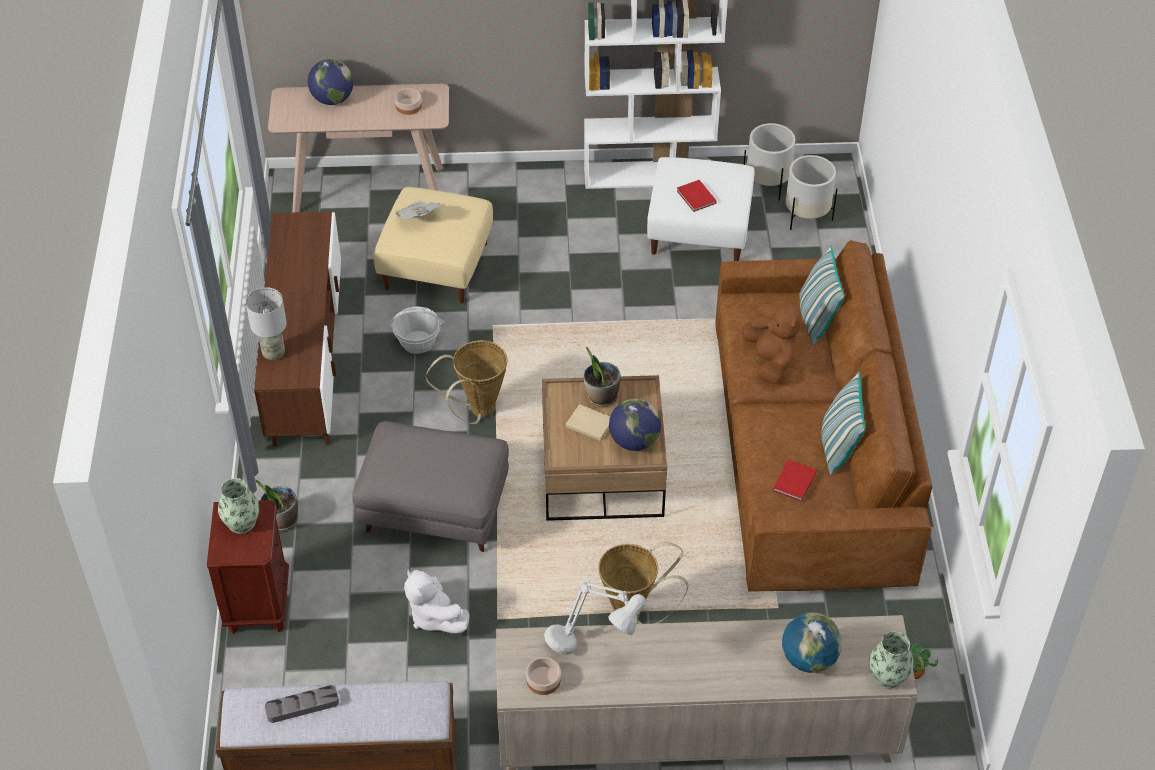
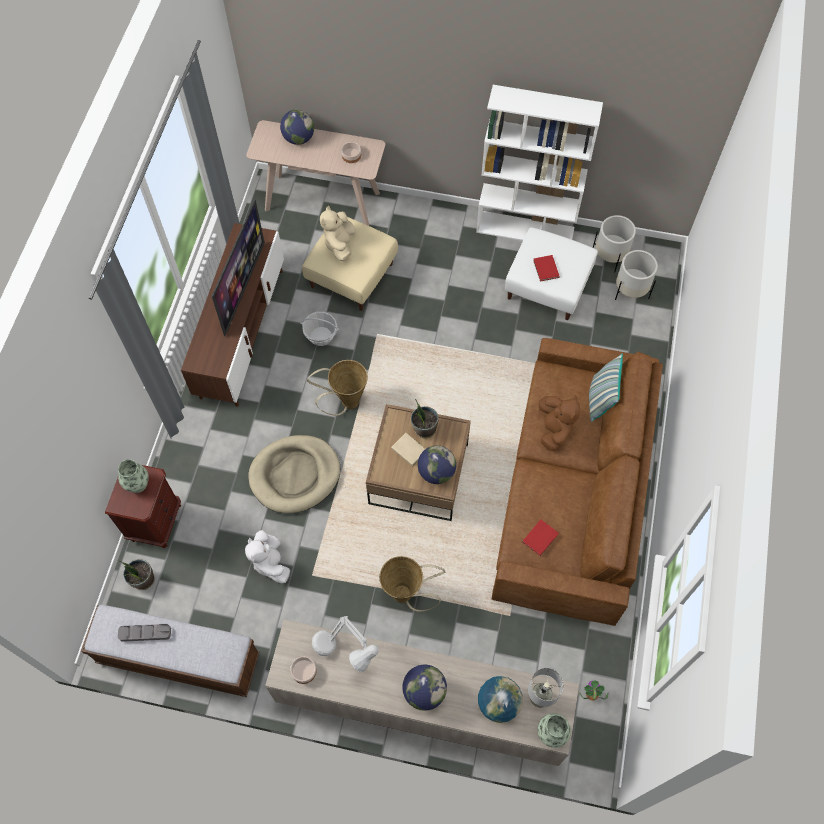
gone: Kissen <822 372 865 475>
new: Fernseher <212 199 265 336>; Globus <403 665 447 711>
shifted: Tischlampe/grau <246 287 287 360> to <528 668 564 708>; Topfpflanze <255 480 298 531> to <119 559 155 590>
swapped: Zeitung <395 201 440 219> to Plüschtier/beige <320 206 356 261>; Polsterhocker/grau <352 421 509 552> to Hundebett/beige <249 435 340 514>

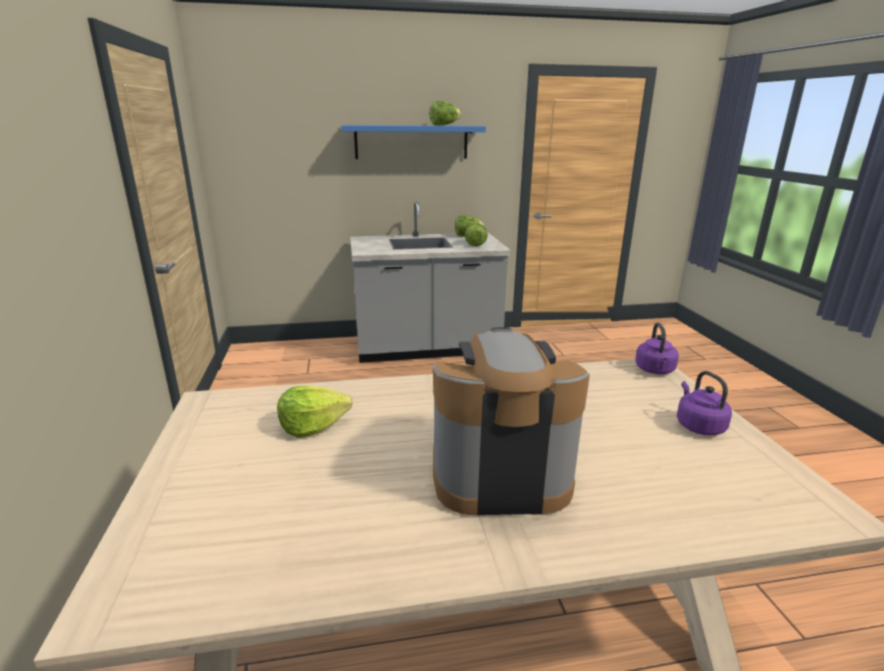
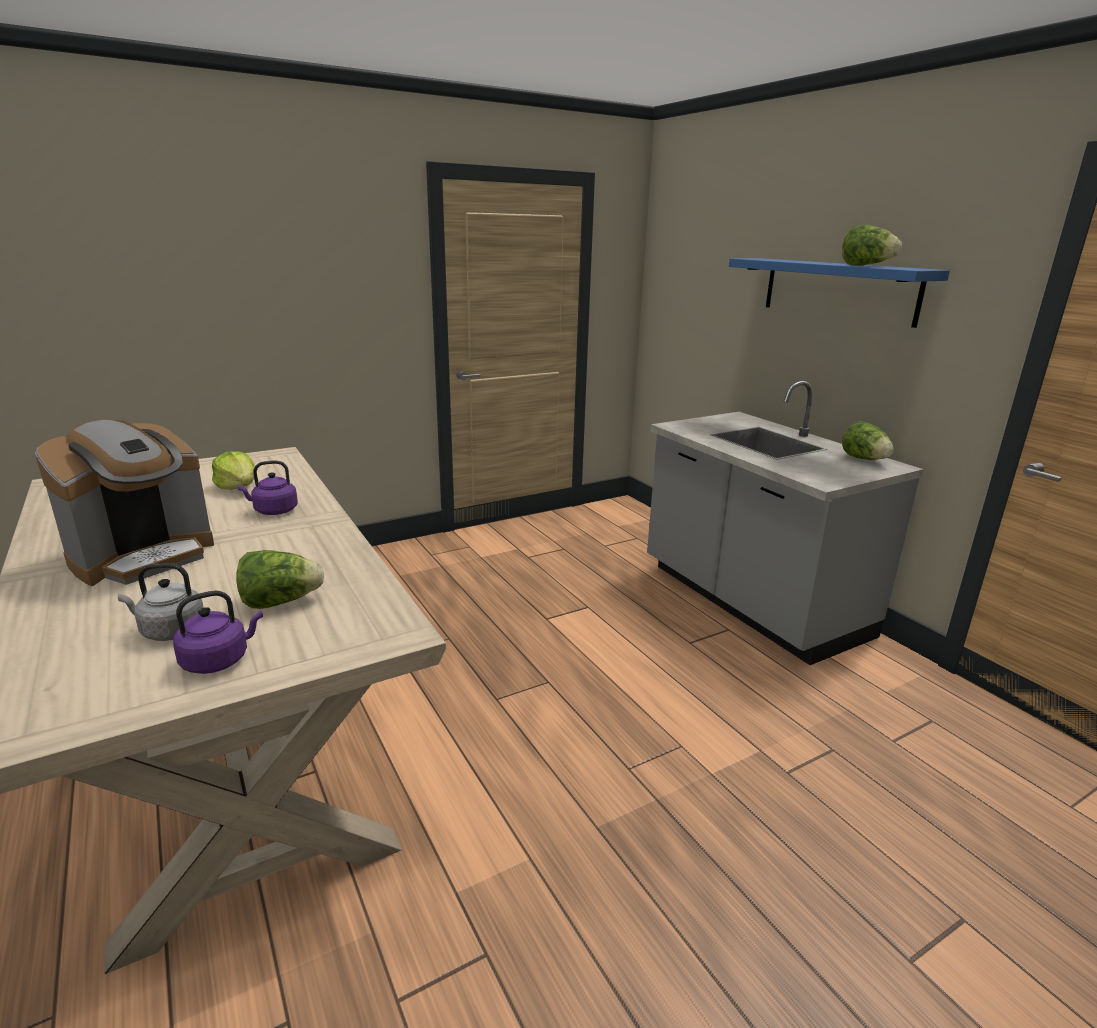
new: Wasserkessel/grau <118 563 204 641>
shifted: Salatkopf <465 223 488 246> to <236 550 324 609>; Wasserkessel/lila <635 322 679 374> to <238 461 298 515>
rotated: Kaffeemaschine <433 328 590 515> = <35 419 214 586> 60 degrees clockwise

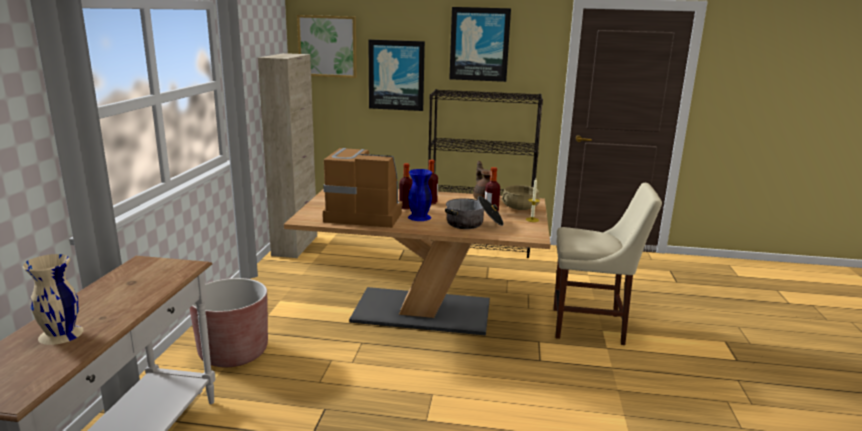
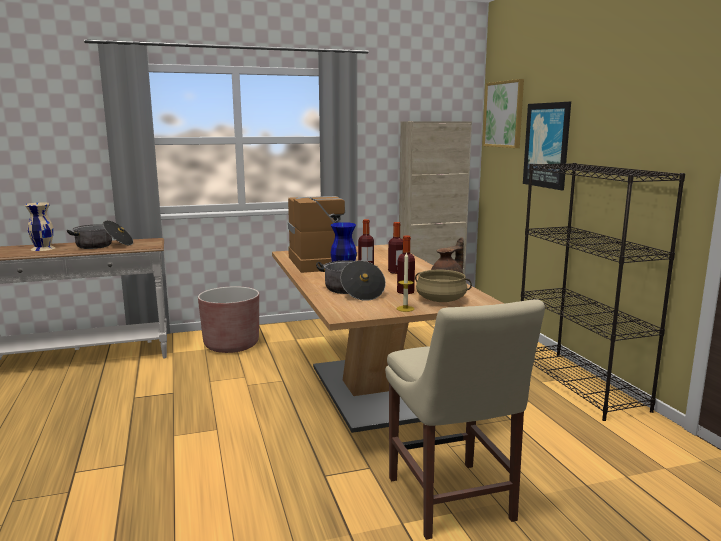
gone: Bild <449 7 511 82>
new: Kochtopf <67 220 133 249>

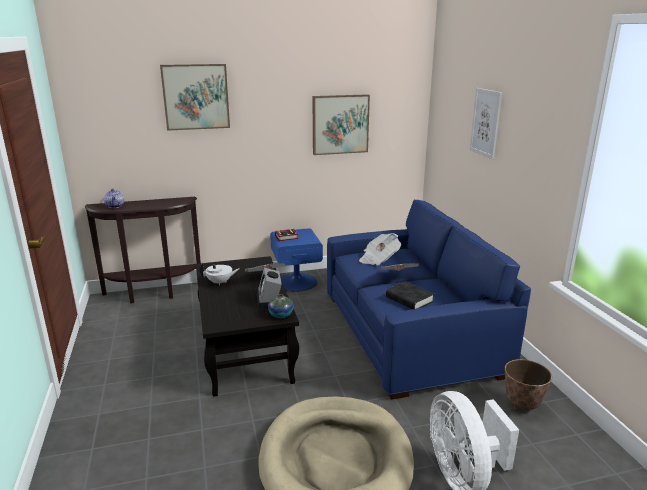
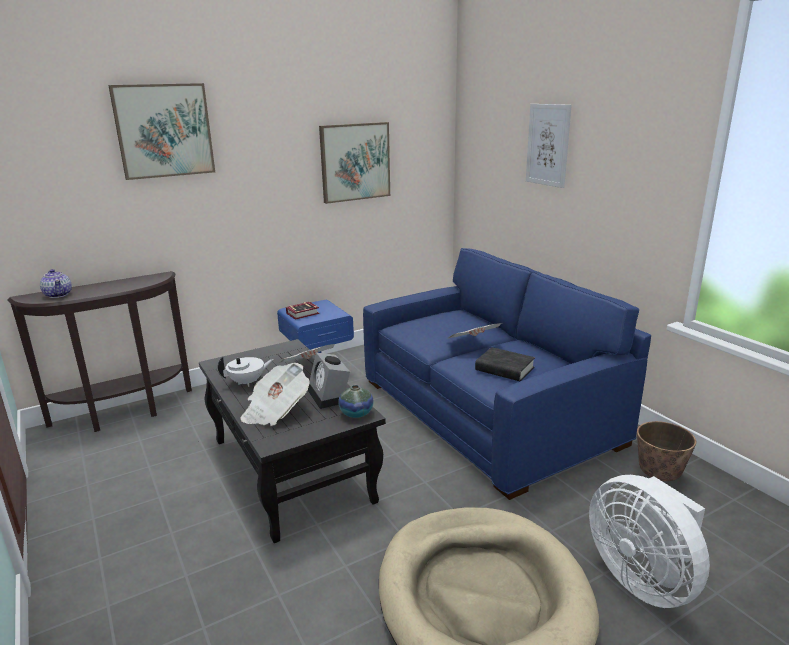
shifted: Zeitung <359 233 401 265> to <240 363 310 426>

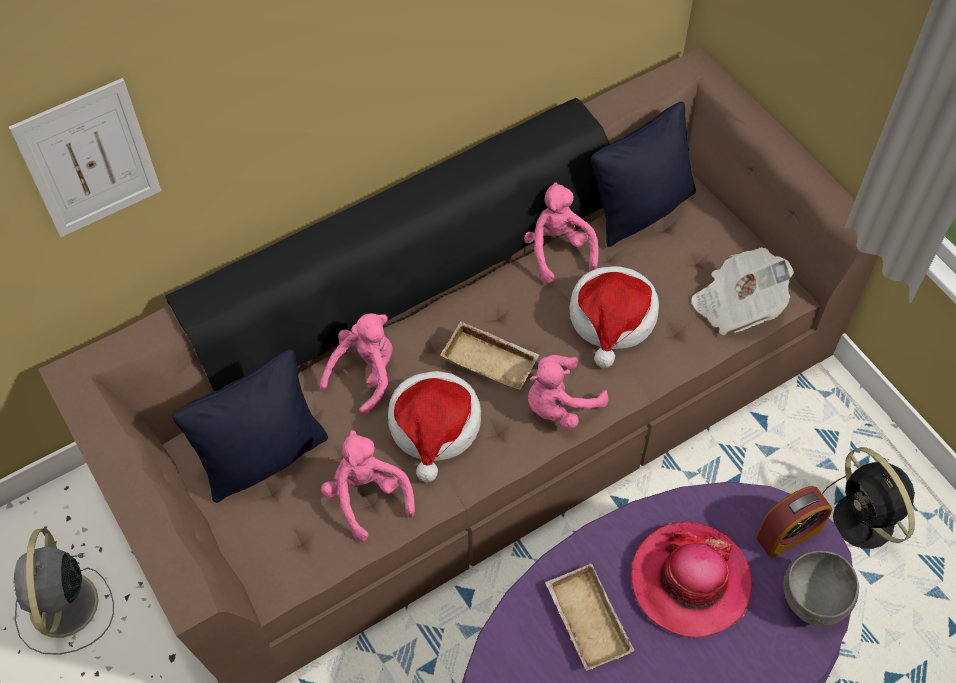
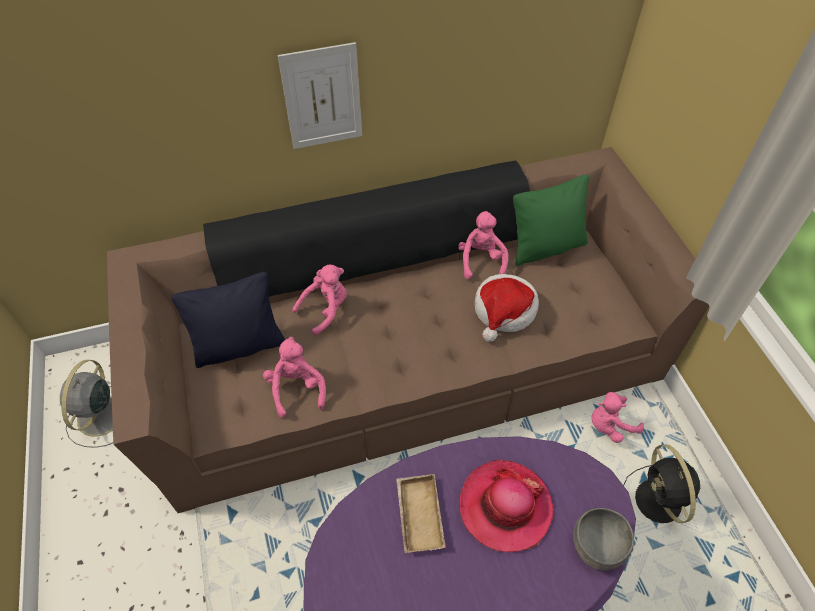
gone: Zeitung <691 248 794 335>; Tablett/beige <441 321 540 392>; Hut <388 371 481 482>; Wecker <756 486 832 558>
shifted: Bild <9 78 162 237> to <278 42 362 149>; Plüschtier/rosa <528 355 609 429> to <591 392 644 443>
repainted: Kissen/schwarz <591 102 696 247> to Kissen/grün <513 174 589 266>

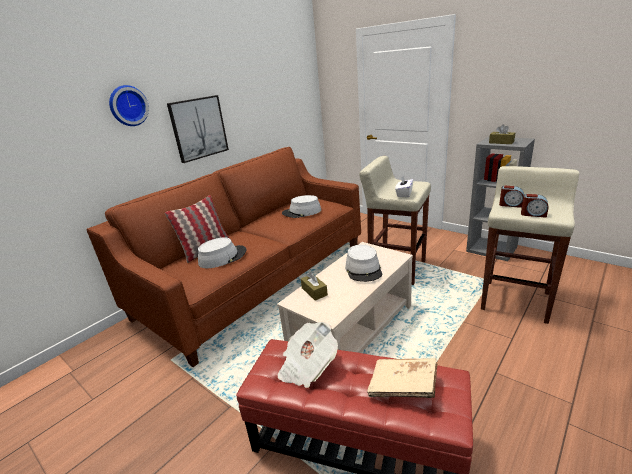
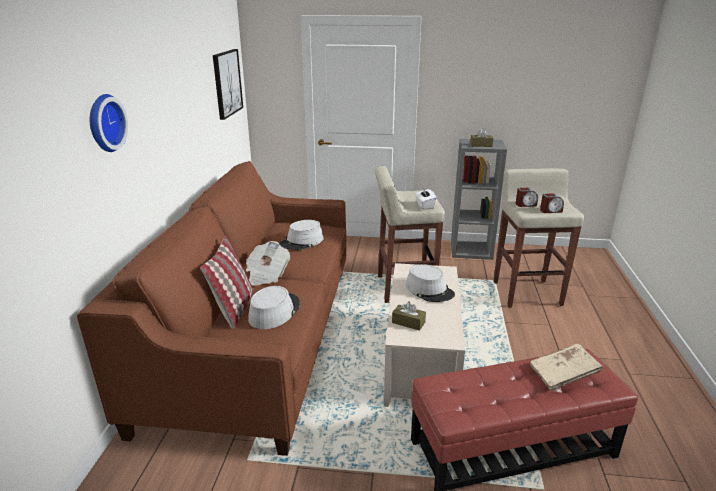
shifted: Bild <167 95 229 163> to <213 49 243 120>; Zeitung <277 322 338 388> to <246 241 290 286>

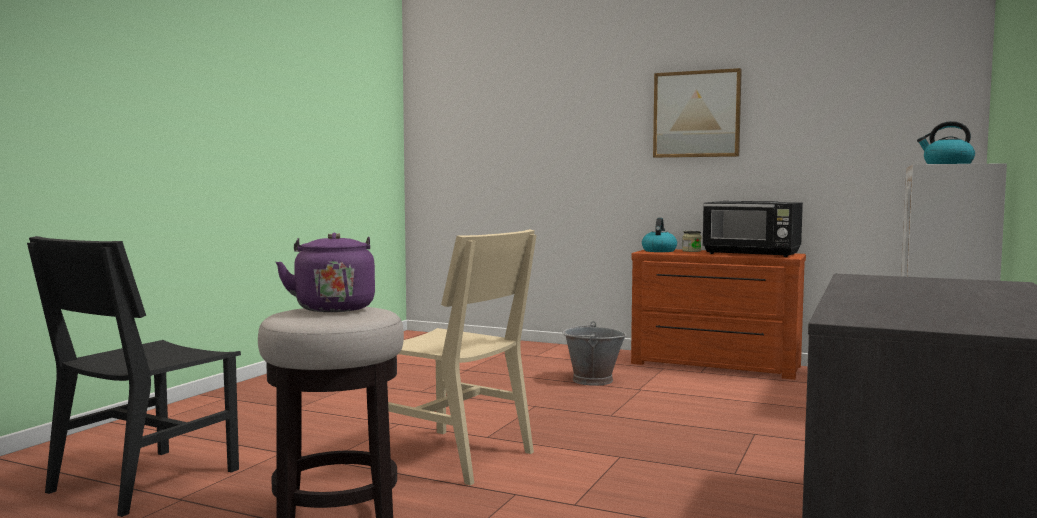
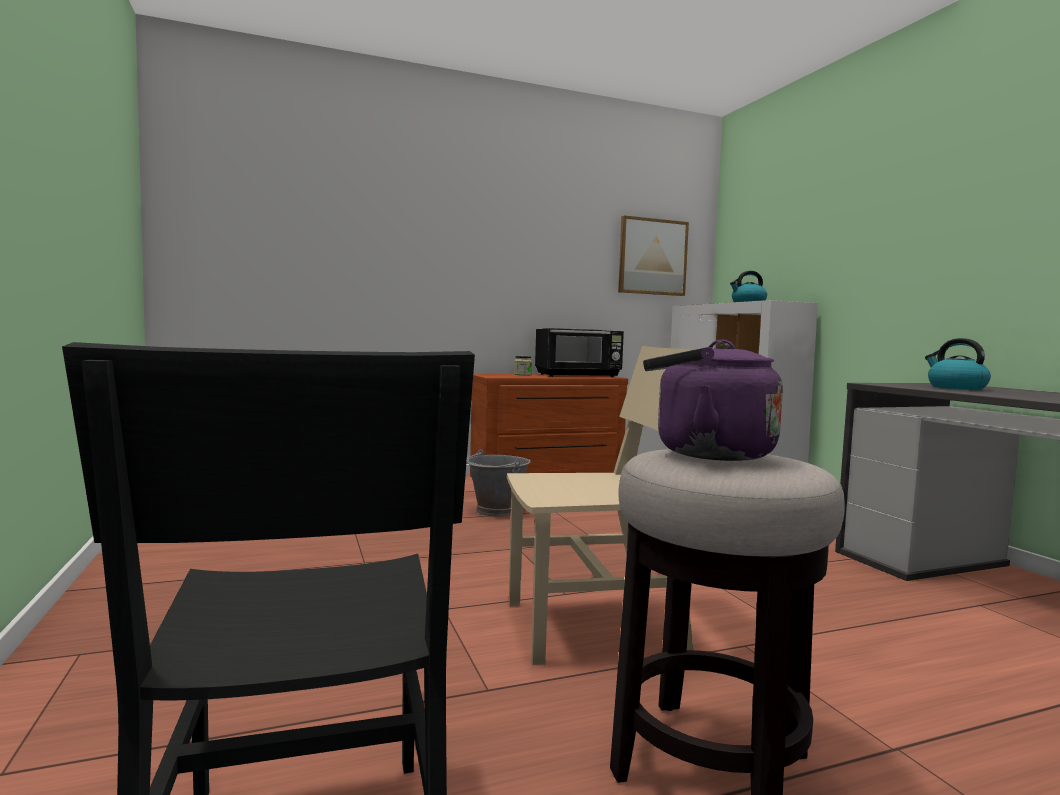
shifted: Bild <653 68 742 158> to <618 215 689 296>; Wasserkessel <642 218 677 252> to <925 338 991 390>

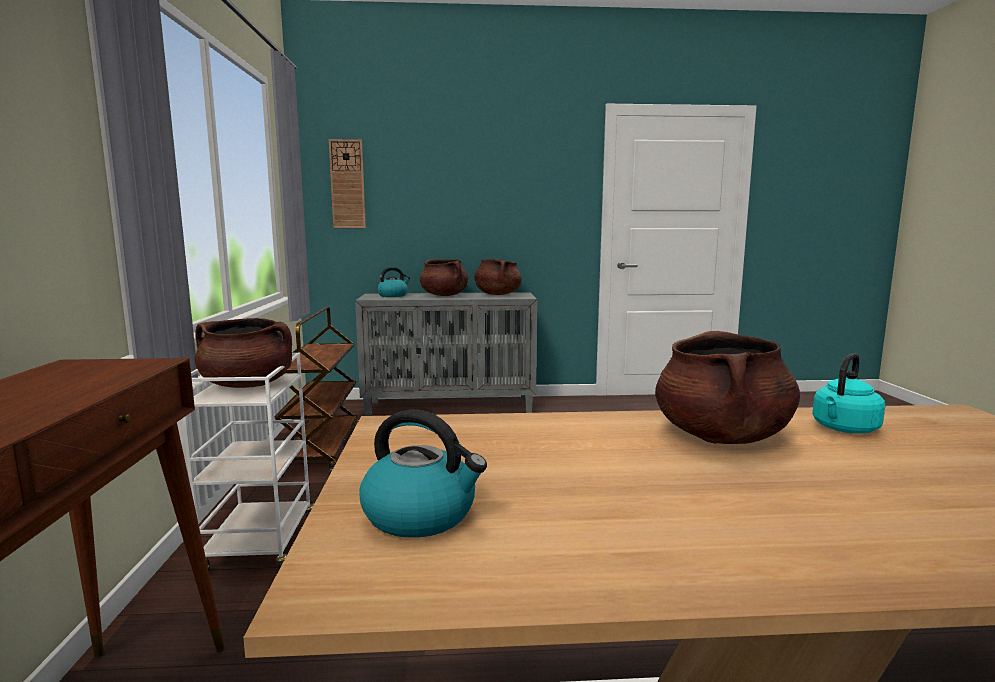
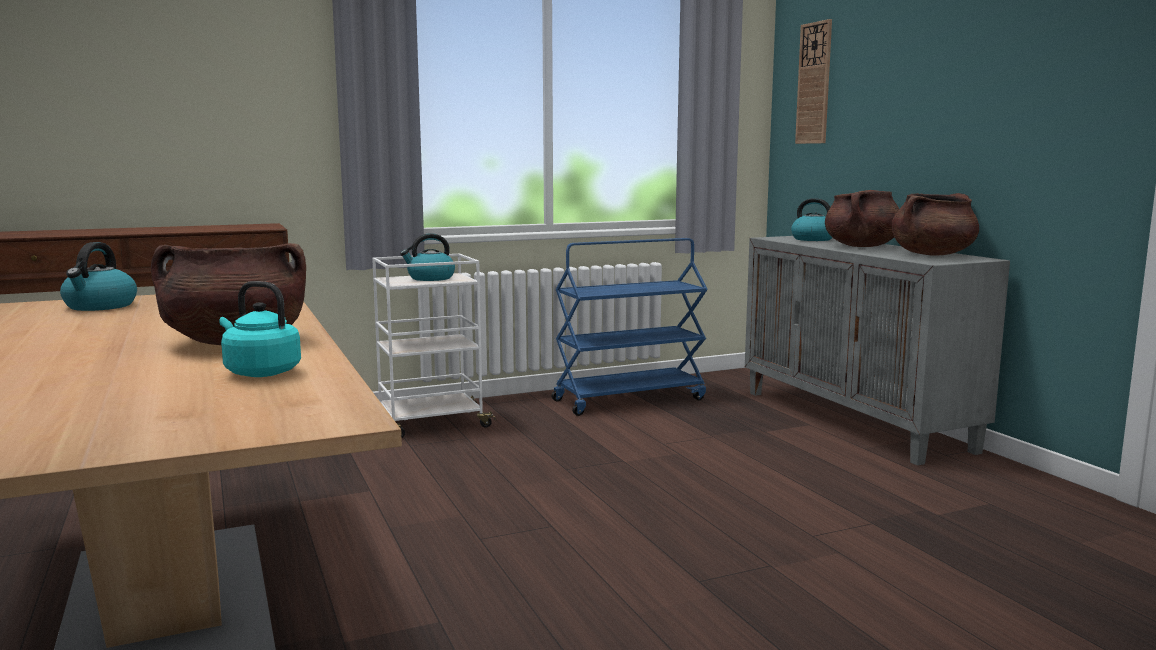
swapped: Kochtopf/braun <195 318 292 388> to Wasserkessel <400 233 455 281>
repainted: Rollwagen/braun <274 306 359 477> to Rollwagen/blau <551 238 708 416>

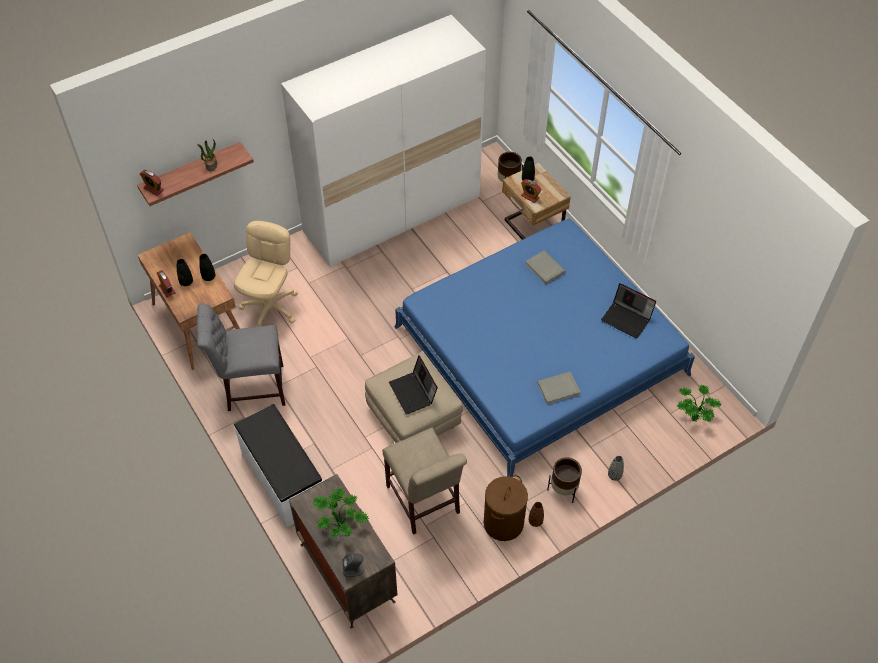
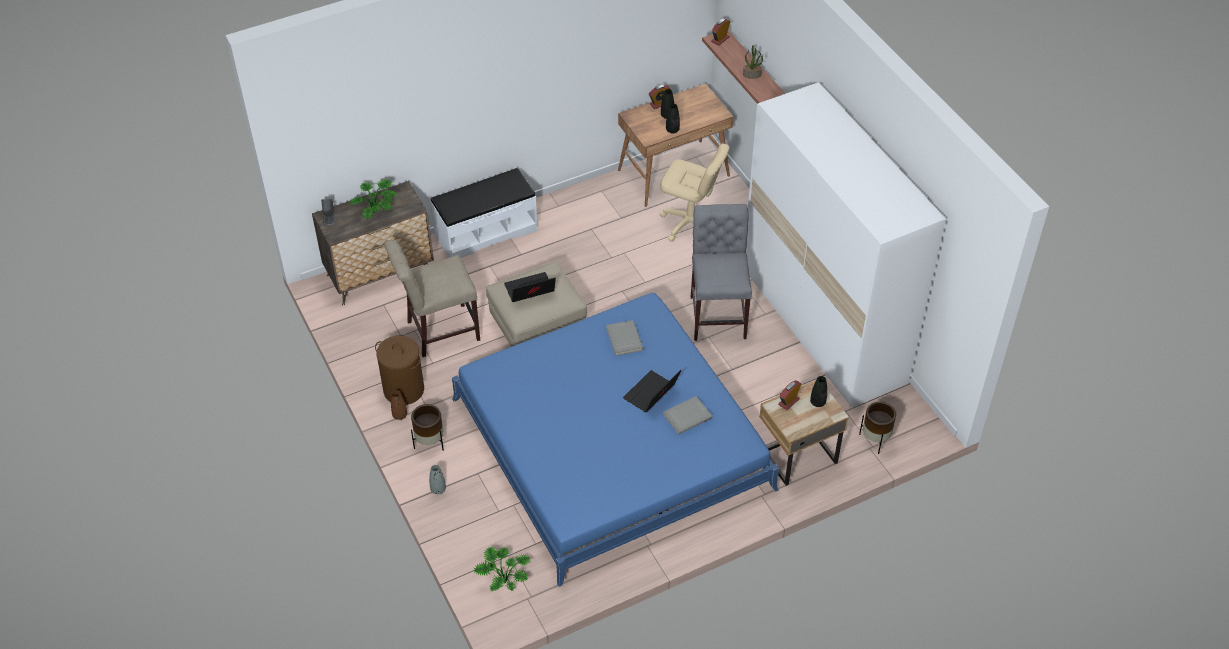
shifted: Laptop <601 283 656 338> to <623 370 681 412>; Stuhl/grau <197 304 285 411> to <691 204 752 341>; Buch/grau <537 372 581 404> to <606 320 643 356>

